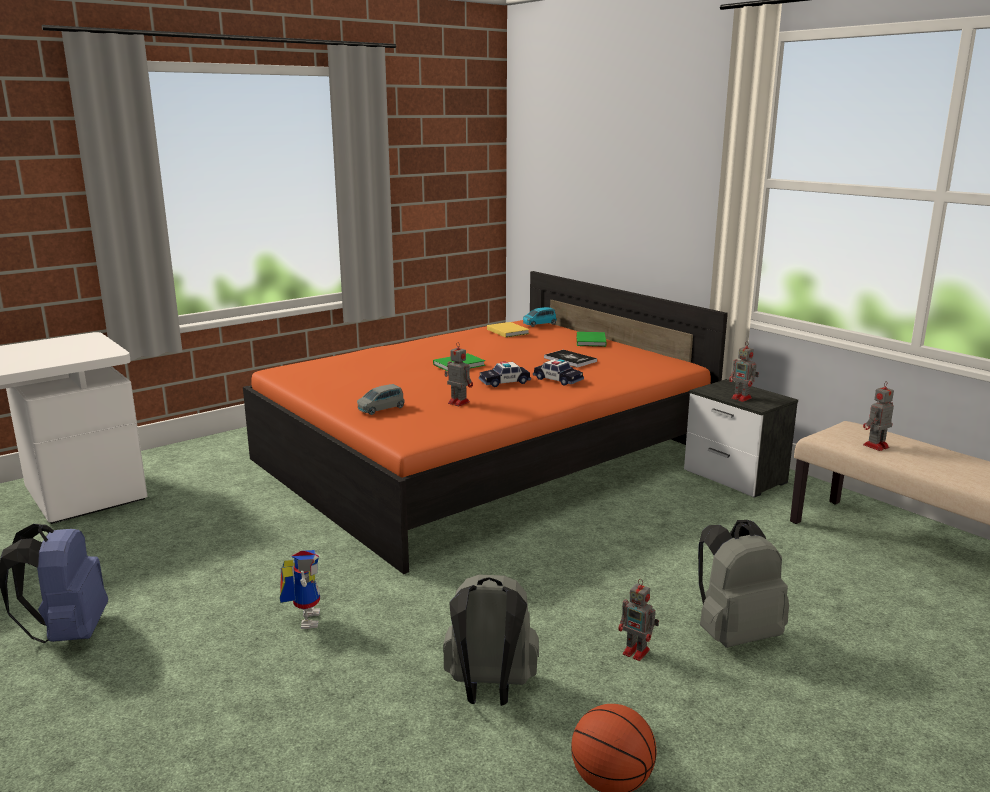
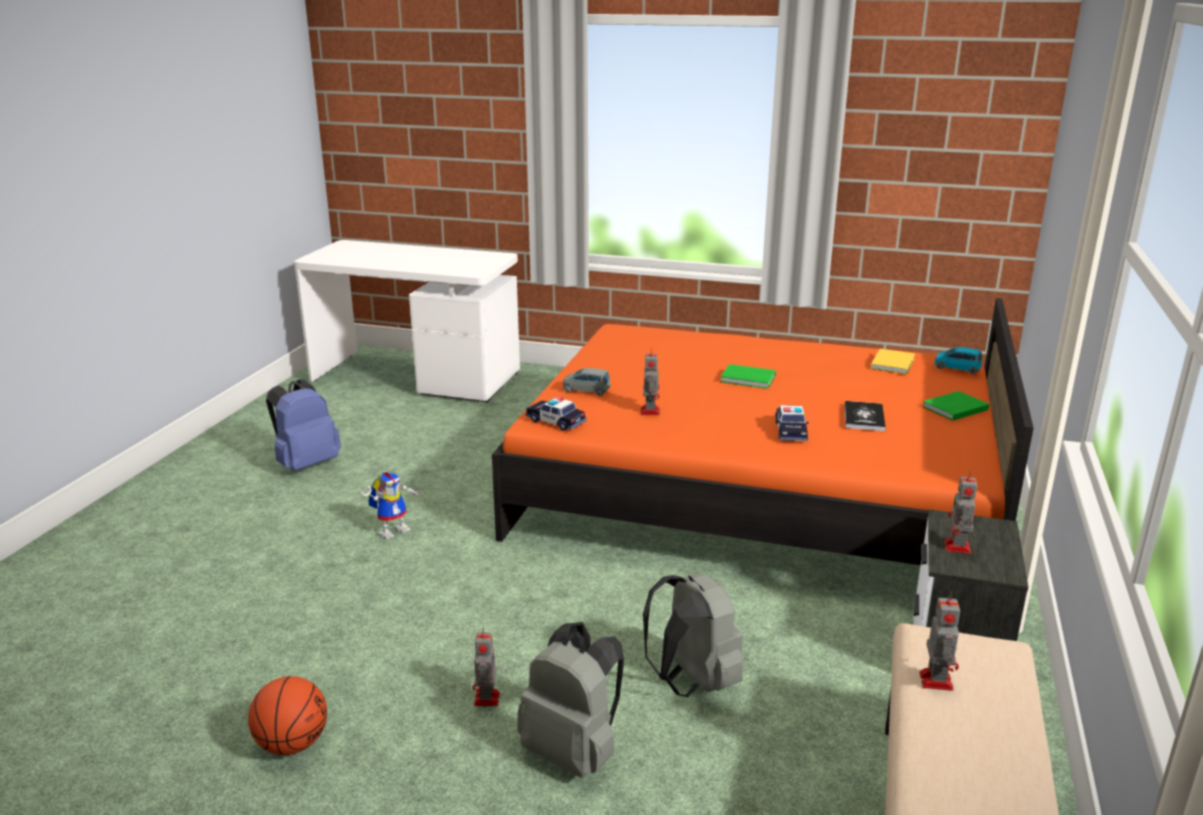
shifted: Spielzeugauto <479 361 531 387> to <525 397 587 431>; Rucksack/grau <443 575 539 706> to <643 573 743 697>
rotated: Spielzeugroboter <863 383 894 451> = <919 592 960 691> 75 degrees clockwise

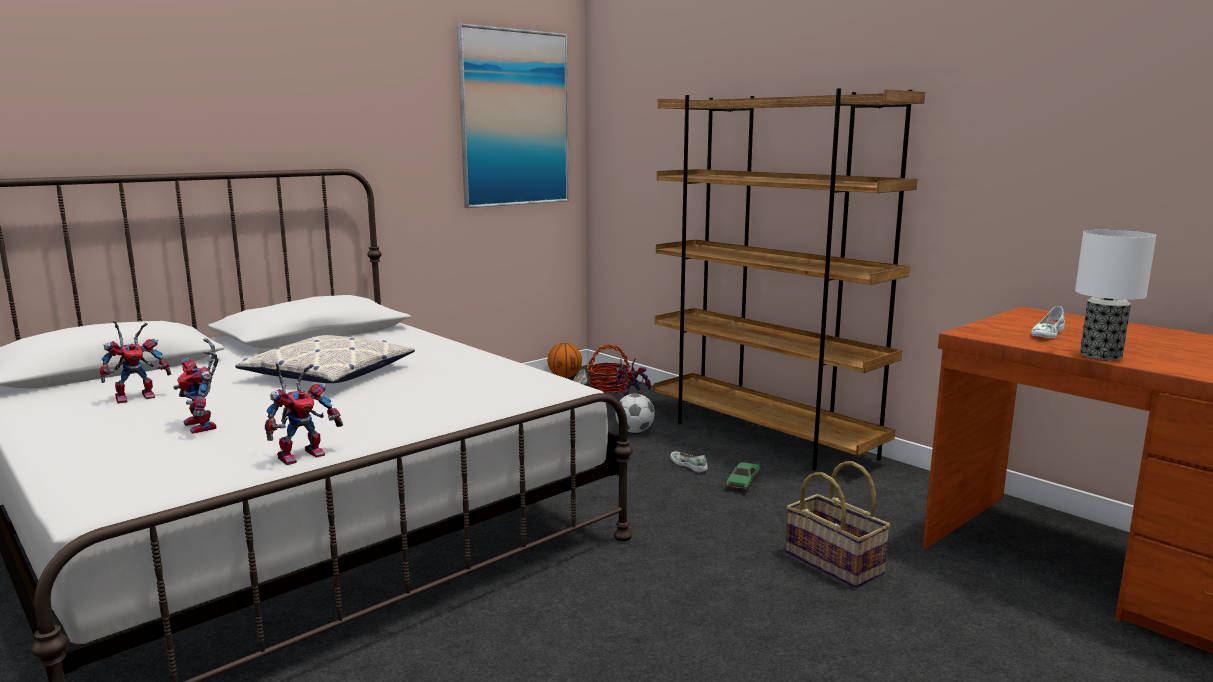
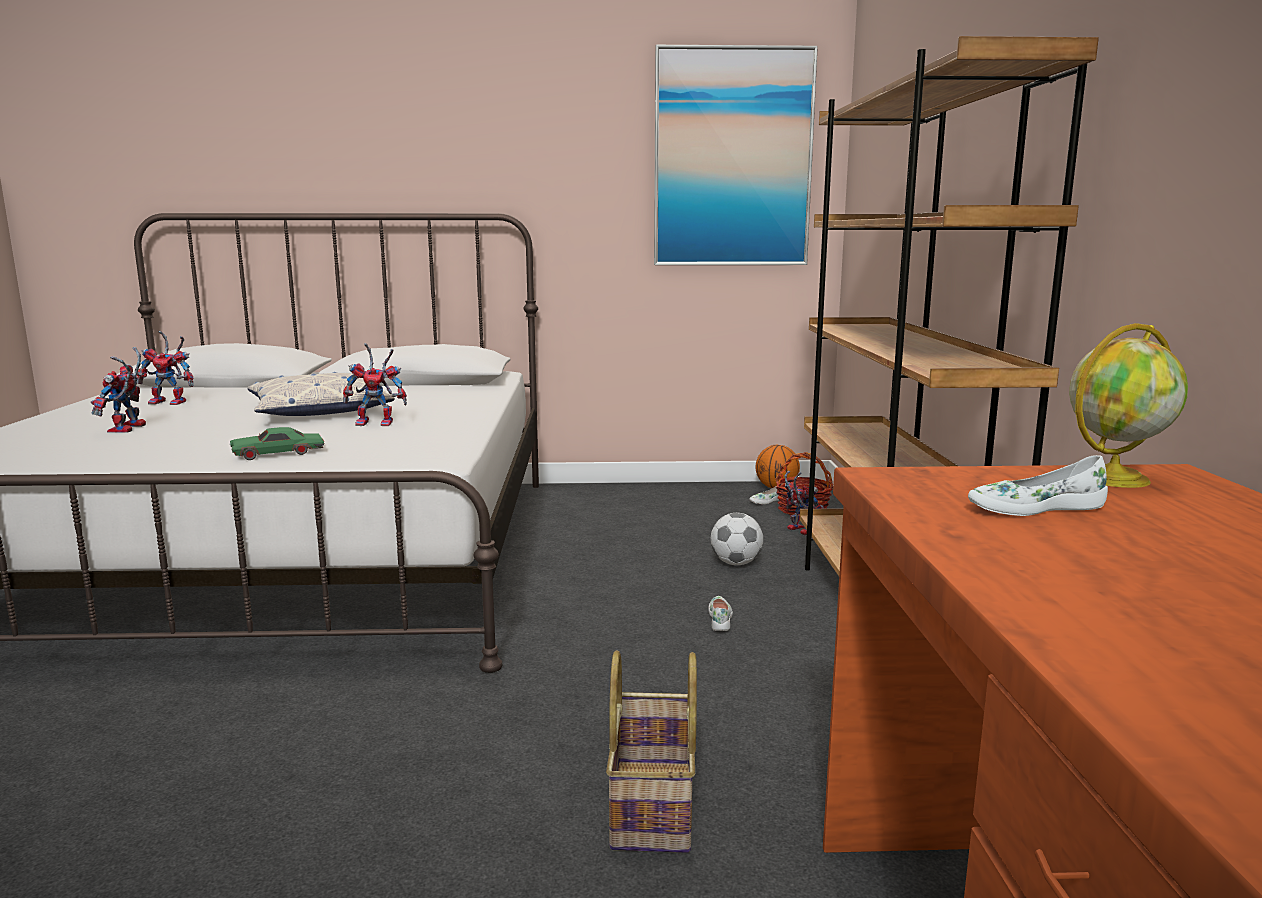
gone: Tischlampe <1075 230 1156 360>
new: Globus <1069 323 1188 488>
shifted: Spielzeugroboter <265 363 343 465> to <343 343 407 426>; Spielzeugauto/grün <725 462 761 491> to <230 427 325 460>

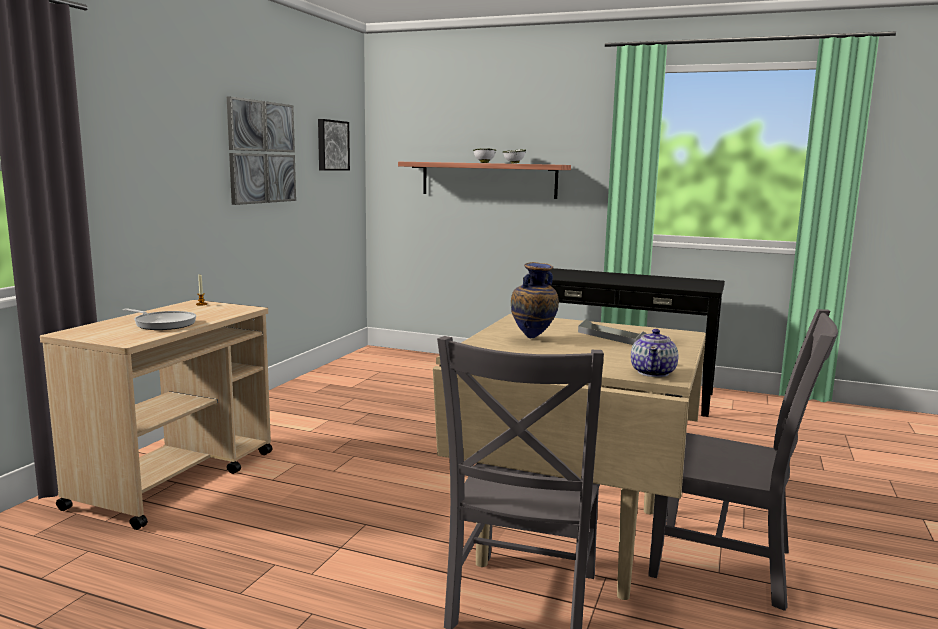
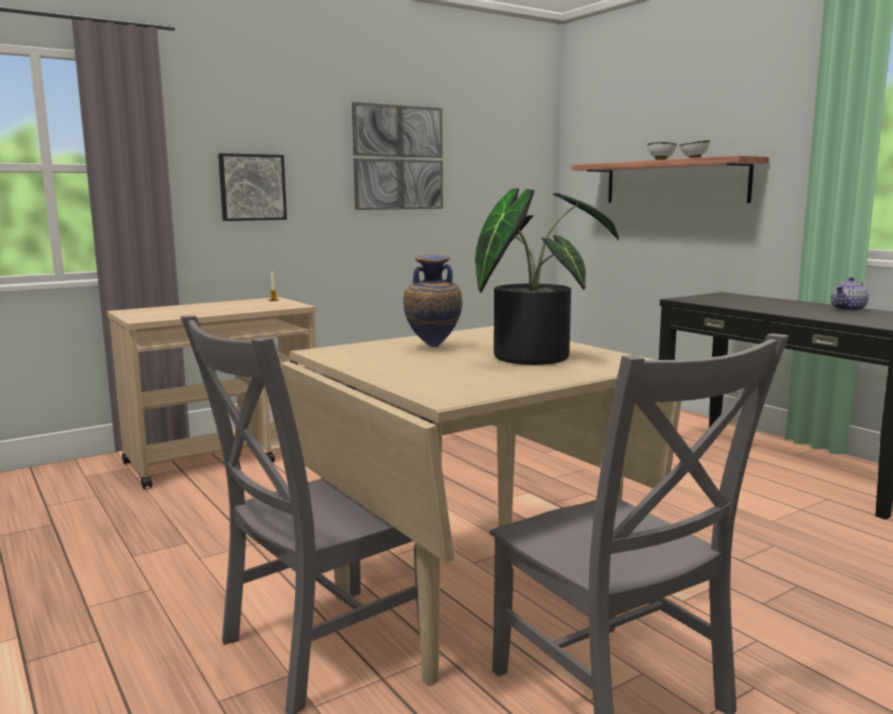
gone: Pfanne <123 308 196 330>
shifted: Bild <318 119 350 171> to <218 153 287 221>; Teekanne <631 329 678 377> to <831 277 869 311>
swapped: Tablett/grau <578 319 647 345> to Topfpflanze <475 188 619 365>

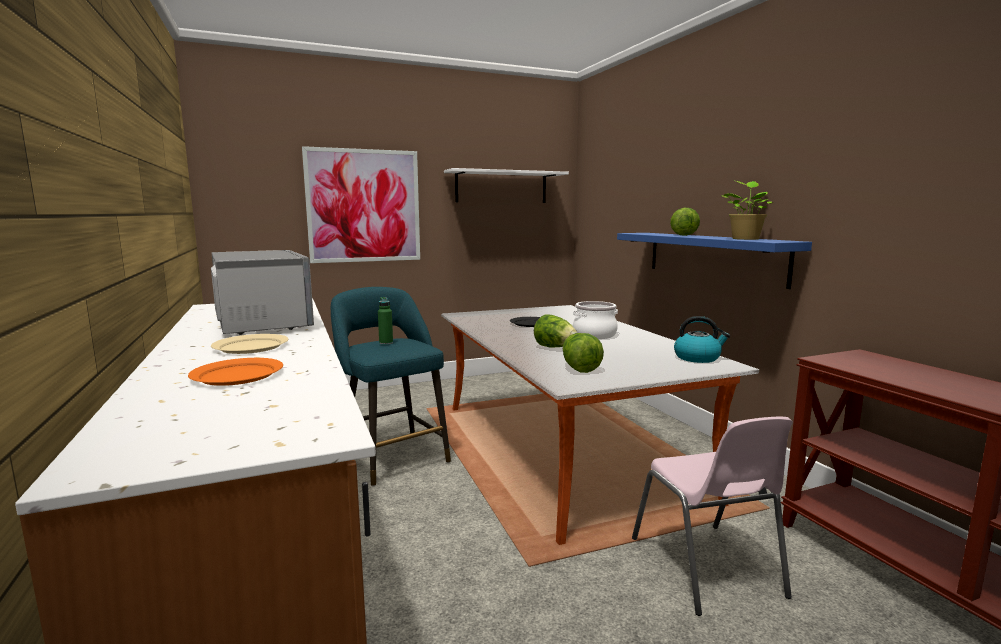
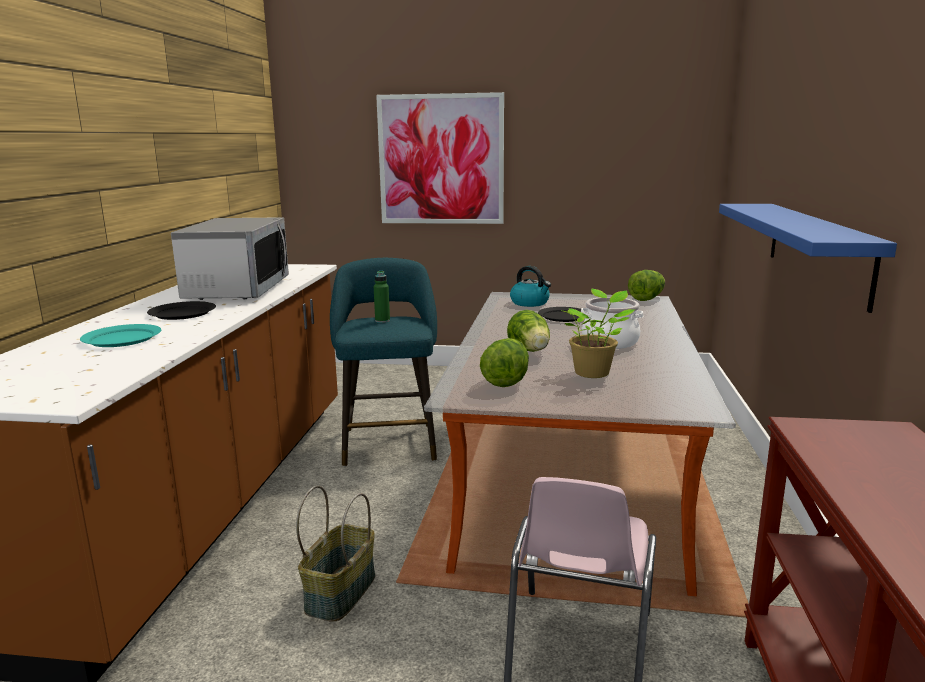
gone: Wandregal/weiß <444 168 569 203>
new: Korb <296 485 375 622>
shifted: Topfpflanze <723 180 774 240> to <563 289 636 378>; Salatkopf <670 208 700 236> to <628 270 665 301>; Wasserkessel <674 316 730 363> to <510 266 551 307>
repainted: Teller/beige <211 334 289 354> to Teller/schwarz <147 301 216 320>; Teller/orange <188 358 283 386> to Teller/türkis <80 324 161 347>

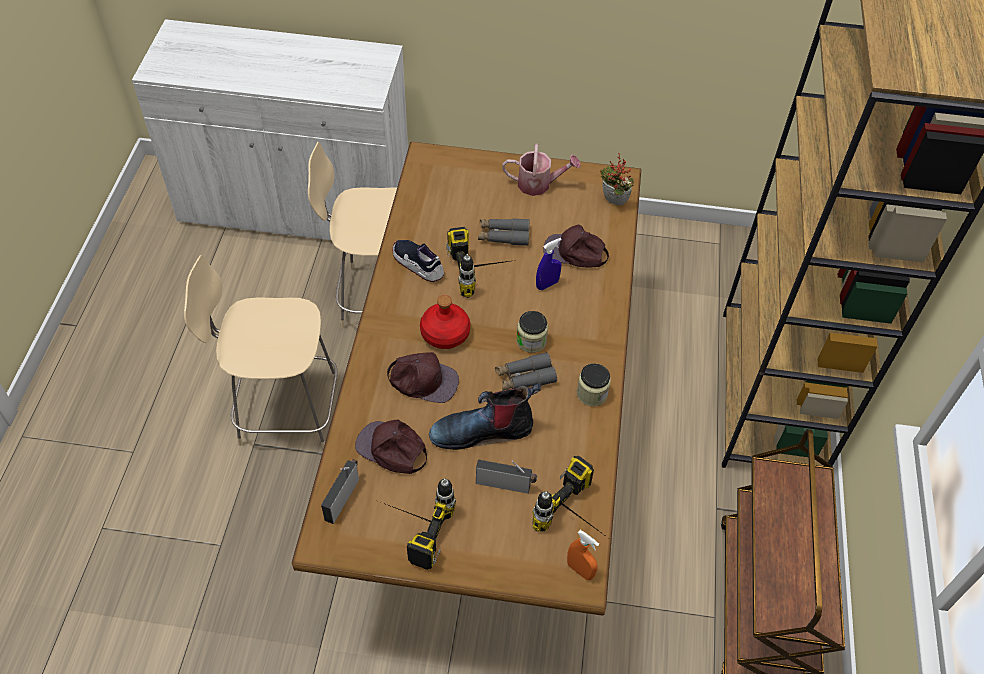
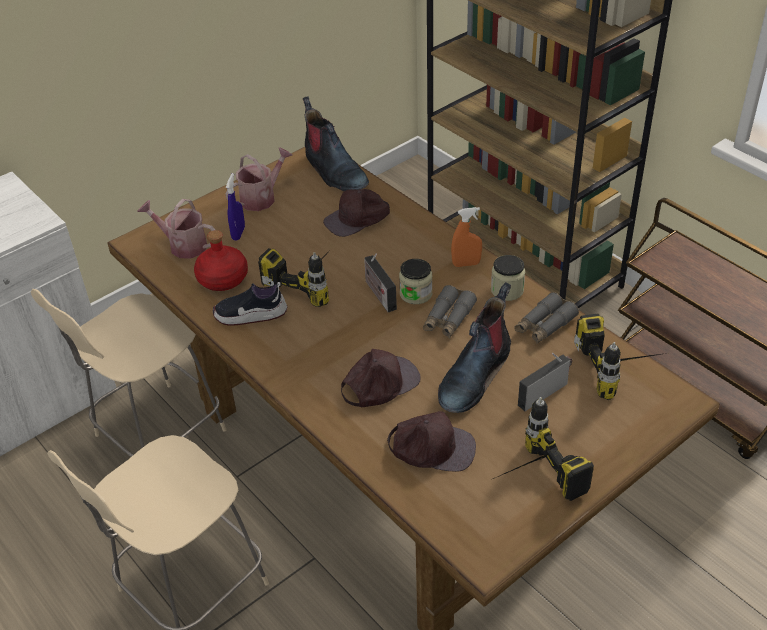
new: Gießkanne <137 199 215 259>
shifted: Fernglas/grau <478 218 530 246> to <514 292 579 344>; Sprühflasche/blau <536 238 562 290> to <226 173 245 241>; Flasche/rot <420 295 470 349> to <194 230 248 291>; Radio <321 459 359 524> to <364 254 397 312>; Sprühflasche/orange <567 530 599 580> to <451 207 482 267>
swapped: Topfpflanze <600 153 634 206> to Stiefel <303 96 369 191>
rotated: Kappe/braun <355 419 427 474> = <387 411 476 472> 150 degrees counterclockwise

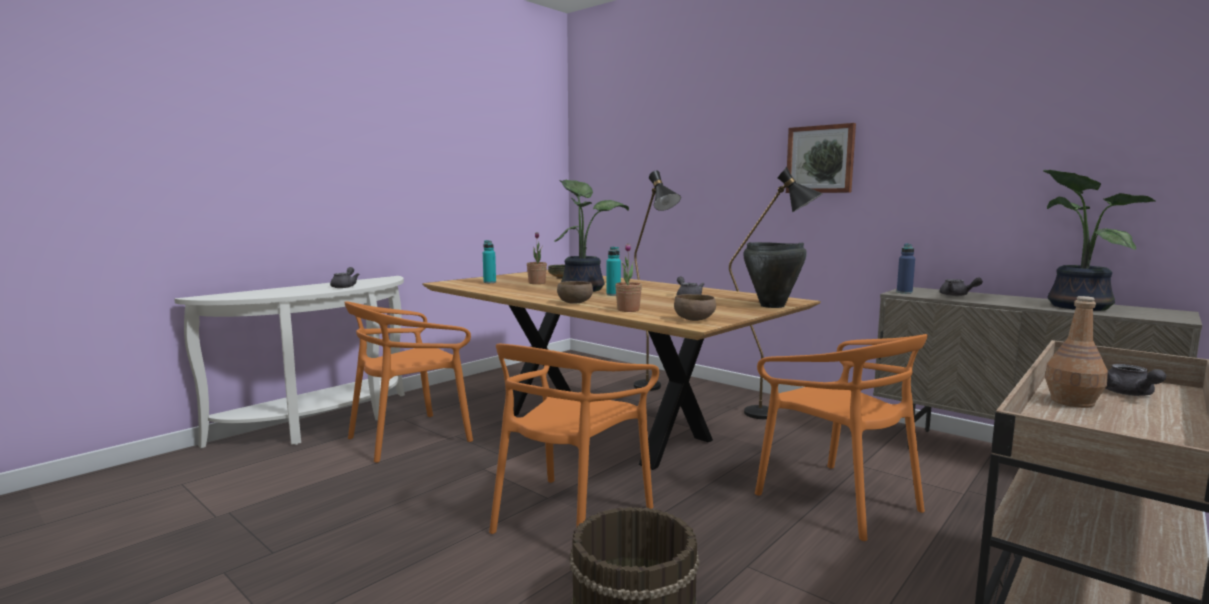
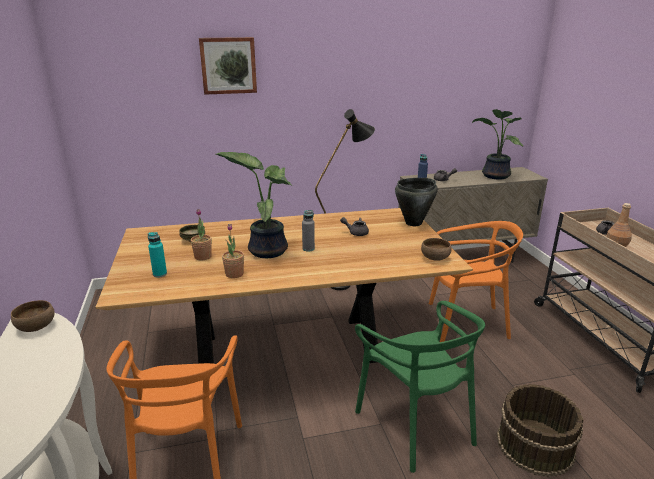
gone: Stehlampe/schwarz <634 171 681 391>; Teekanne/grau <330 267 360 288>
shifted: Bild <786 123 856 193> to <199 37 257 95>; Topfpflanze <615 243 642 312> to <222 224 244 278>; Schüssel/braun <557 281 593 304> to <11 300 55 332>
repainted: Flasche/türkis <607 247 621 296> to Flasche/grau <302 210 315 251>; Stuhl/orange <489 344 659 534> to Stuhl/grün <355 301 485 473>

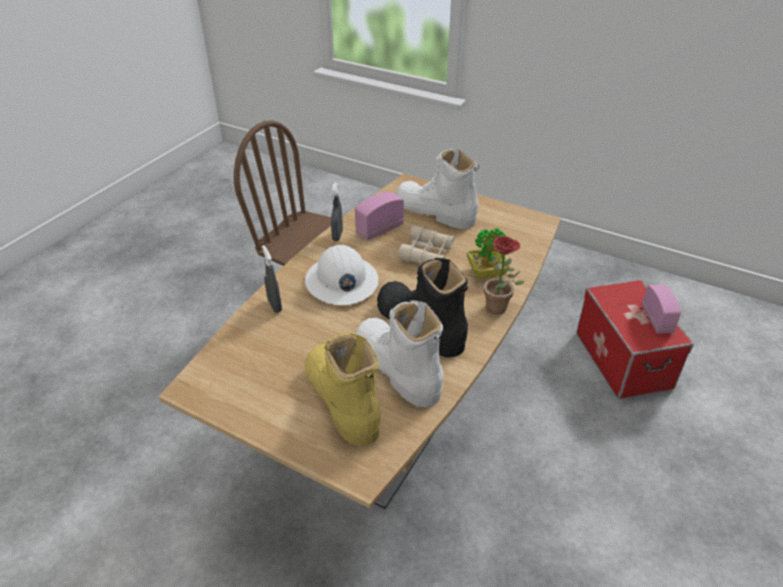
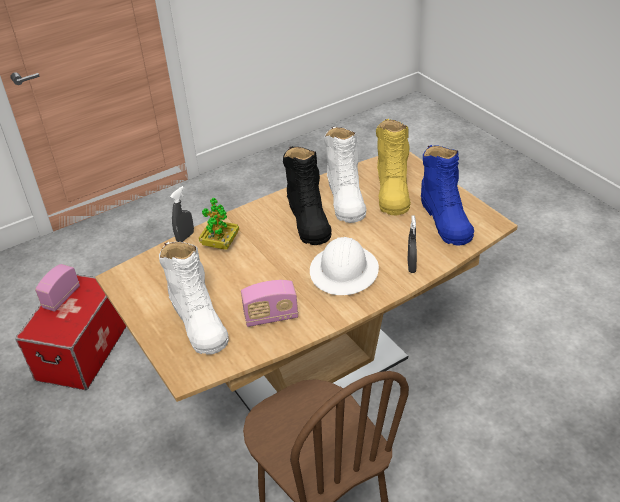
gone: Fernglas/beige <398 225 454 265>; Topfpflanze <483 236 524 314>
new: Stiefel/blau <421 145 474 246>
shifted: Sprühflasche/grau <331 182 343 241> to <170 186 194 242>

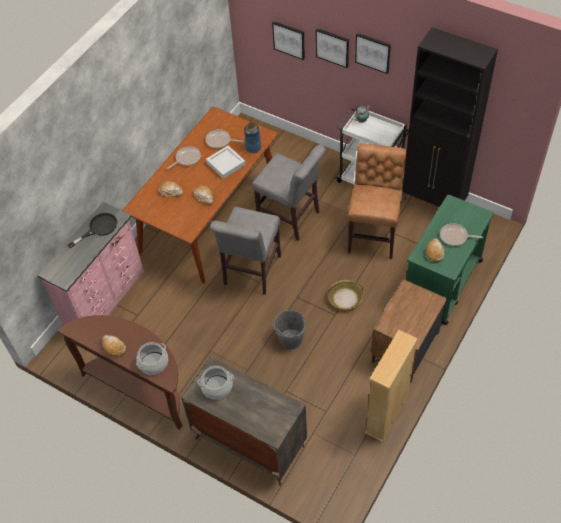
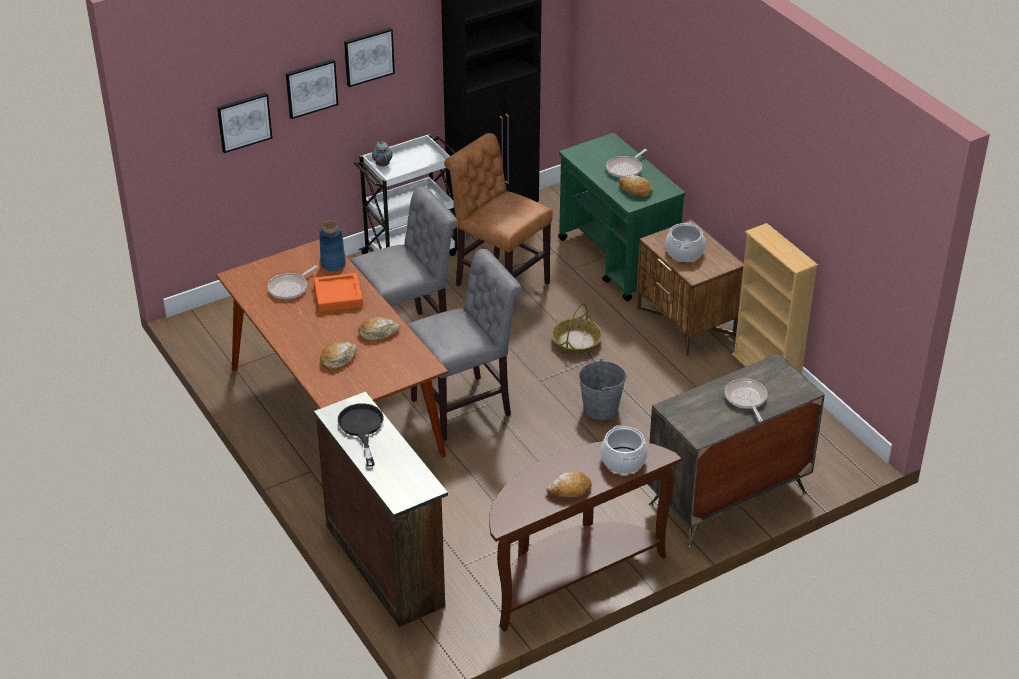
shifted: Pfanne <167 146 201 169> to <725 378 768 422>; Kochtopf <198 366 233 399> to <665 223 705 262>
repainted: Tablett/grau <206 146 246 179> to Tablett/orange <314 273 363 312>; Kommode/rosa <37 202 144 325> to Kommode/braun <314 391 448 627>
rotated: Stuhl/grau <210 207 281 295> = <407 249 522 441> 75 degrees counterclockwise

